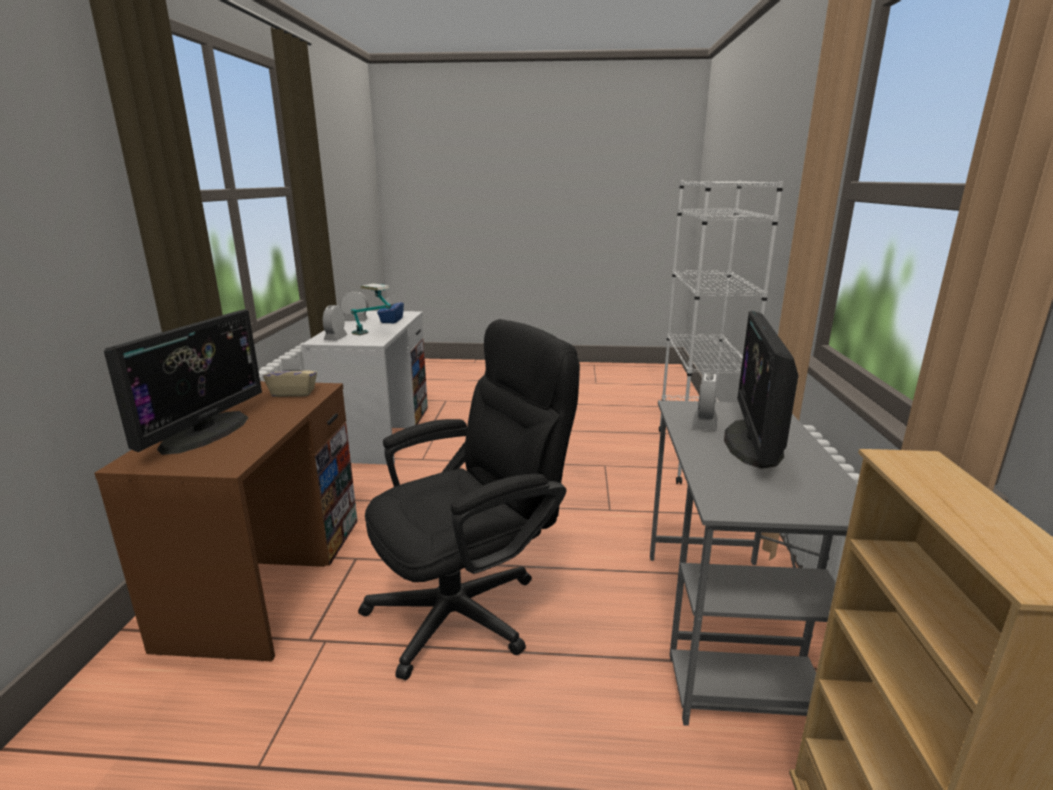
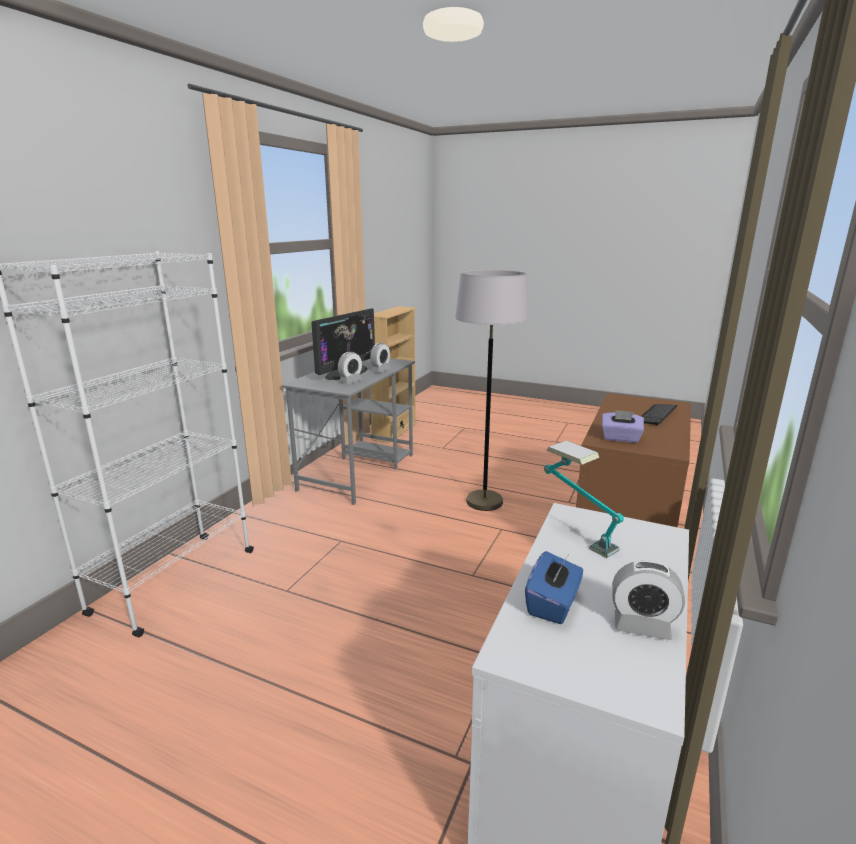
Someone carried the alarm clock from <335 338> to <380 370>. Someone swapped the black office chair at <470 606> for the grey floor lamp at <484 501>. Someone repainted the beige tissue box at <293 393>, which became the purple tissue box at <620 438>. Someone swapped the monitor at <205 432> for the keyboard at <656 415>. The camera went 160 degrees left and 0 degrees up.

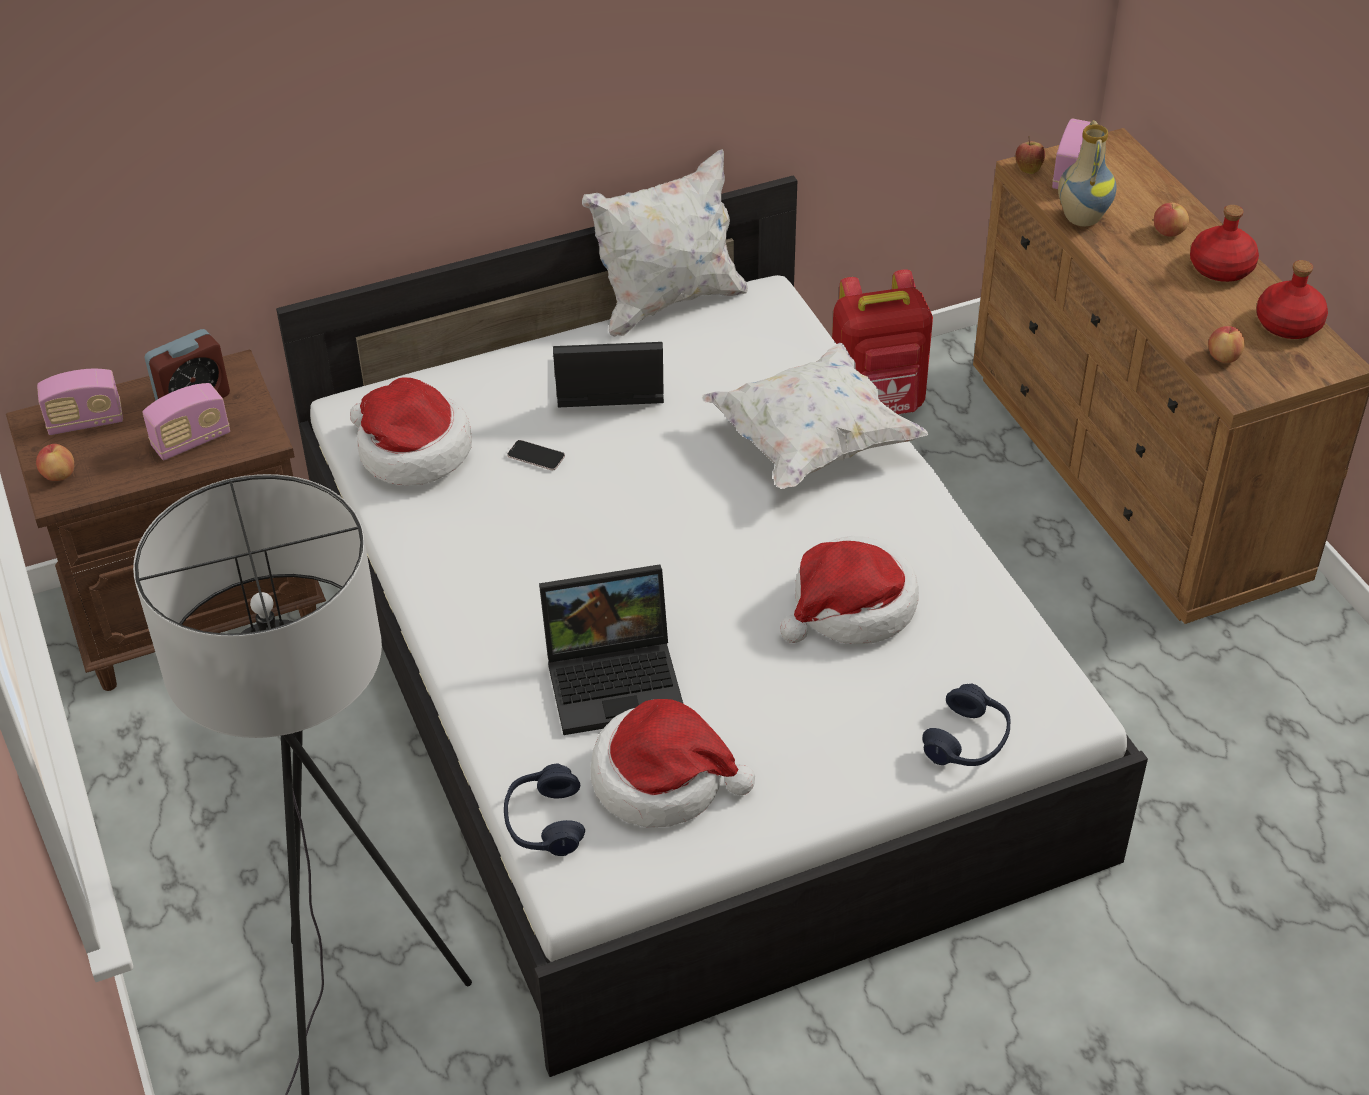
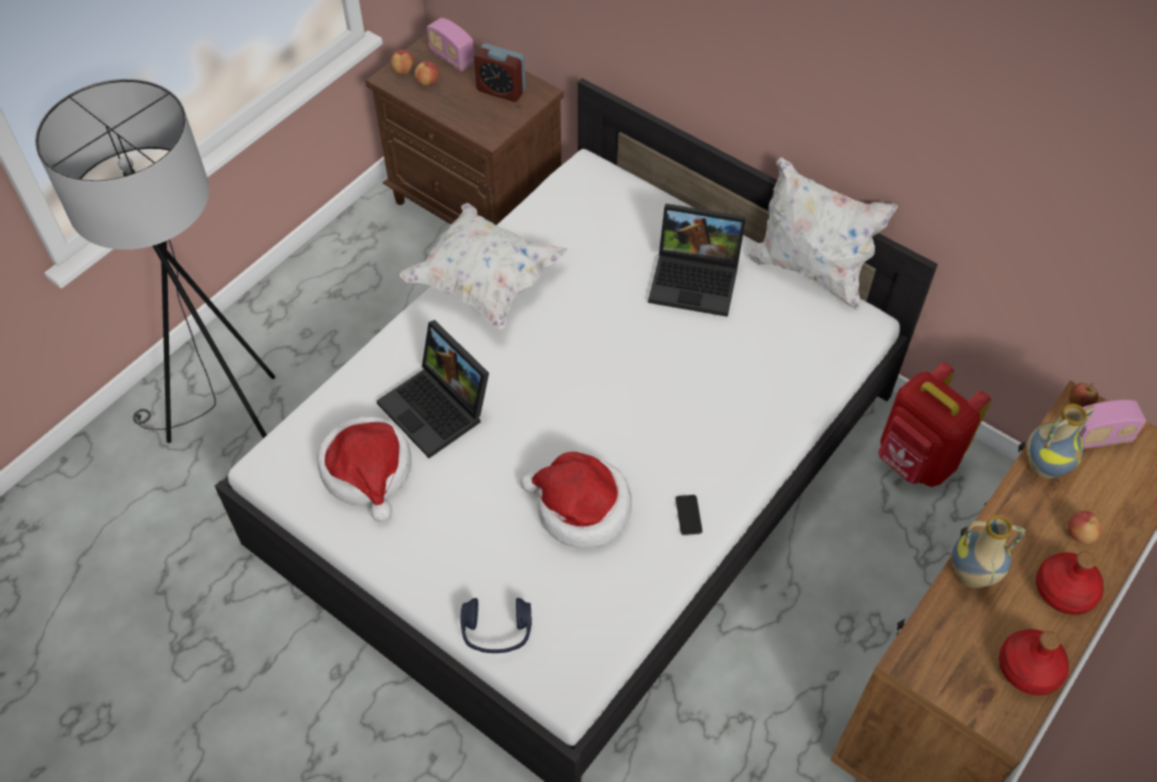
Someone carried the white pillow from <811 444> to <484 282>. Someone carried the apple from <1223 357> to <427 82>. Someone rotated the laptop at <606 388> by 135 degrees clockwise. Someone carried the phone from <536 456> to <688 515>. Someone put down the vase at <971 576>. Someone took away the radio at <191 441>. Someone took away the hat at <412 451>. Someone took away the blue headphones at <544 822>. The camera went 60 degrees right and 10 degrees up.

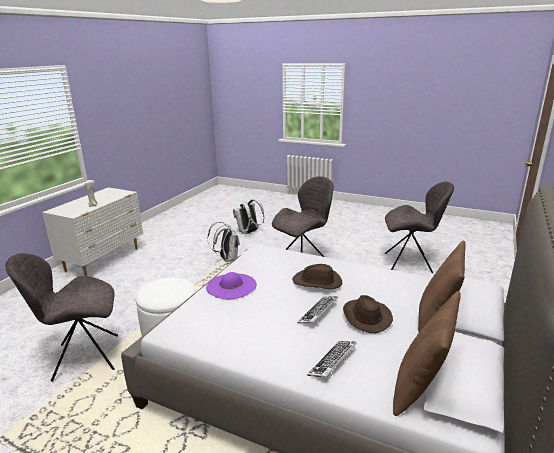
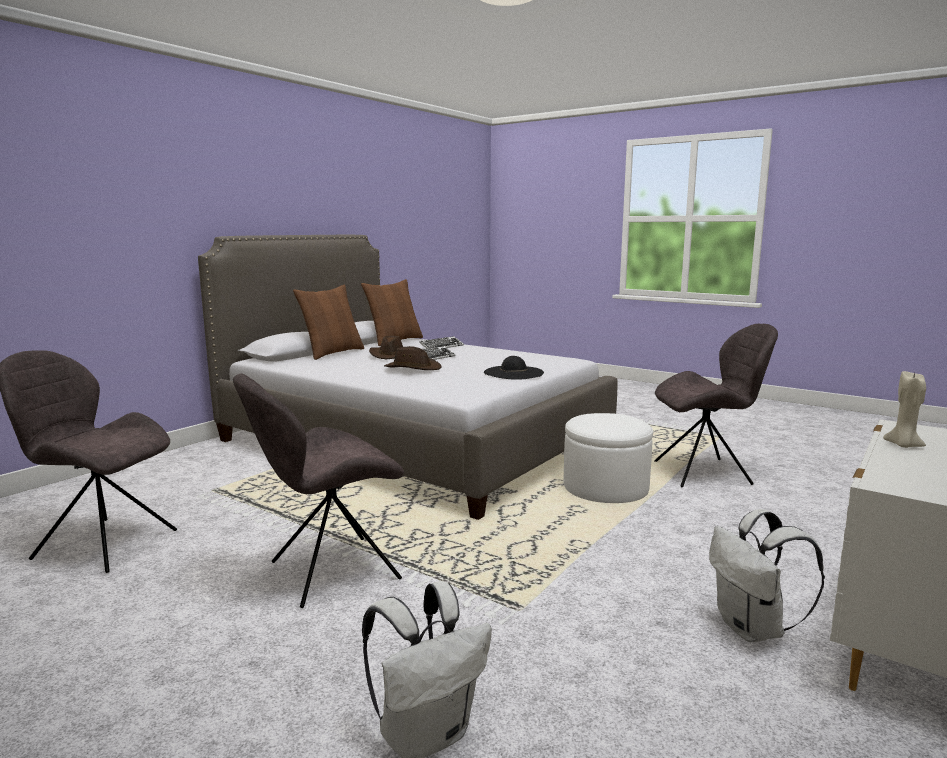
Someone repainted the purple hat at <231 286>, which became the black hat at <513 373>. Someone carried the white backpack from <227 259> to <753 629>. The camera went 170 degrees left and 10 degrees down.

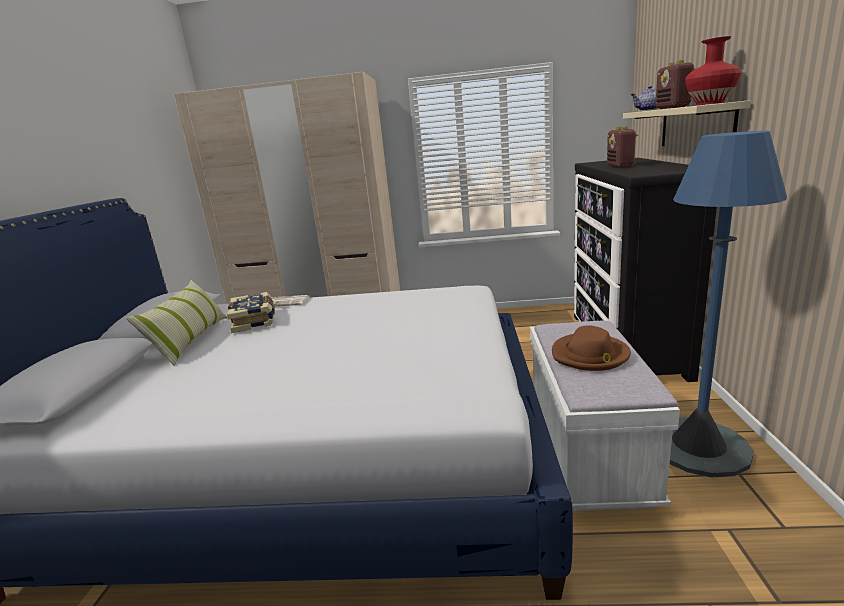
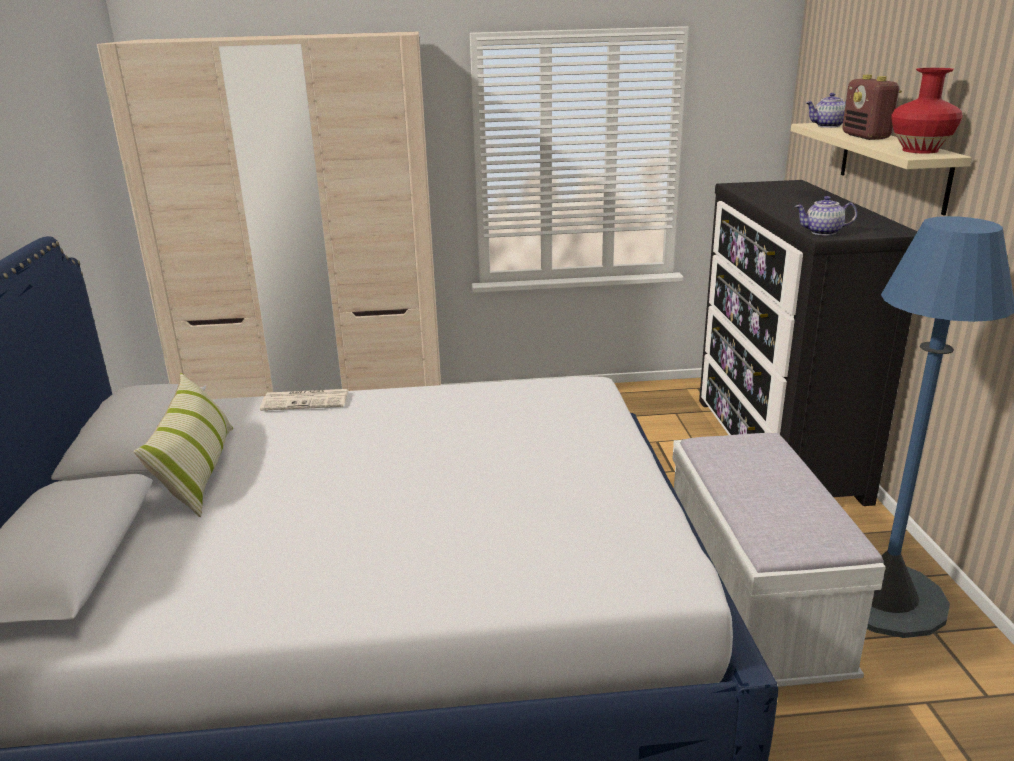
Someone put down the teapot at <822 232>. Someone took away the book at <255 321>. Someone took away the brown hat at <590 355>. Someone took away the radio at <620 166>. The camera went 10 degrees left and 5 degrees up.

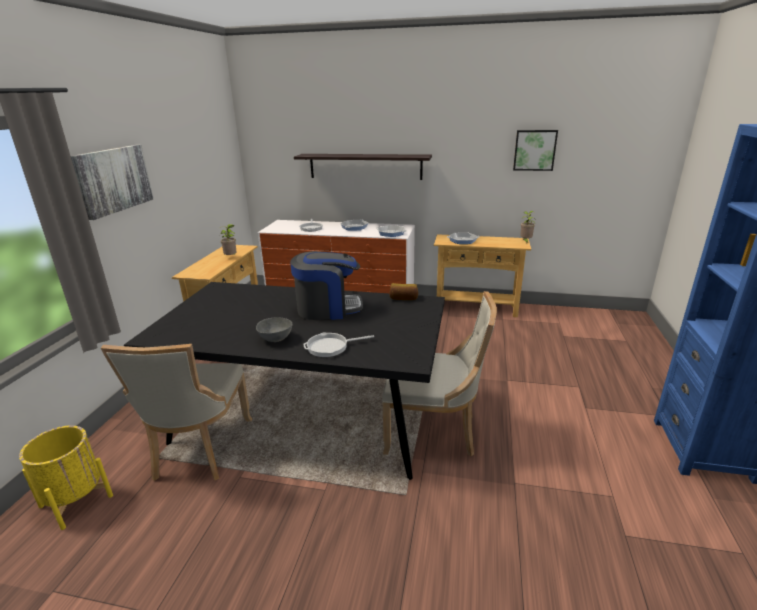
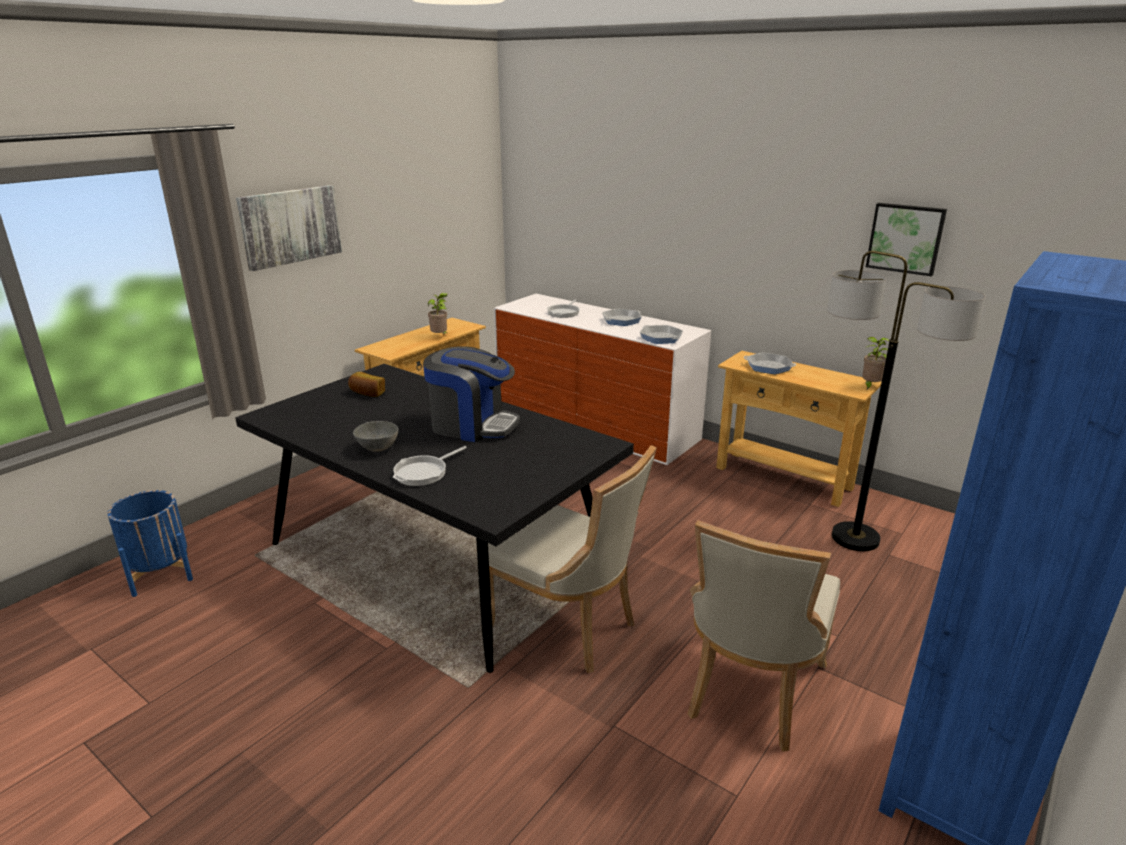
Someone repainted the yellow planter at <76 501>, which became the blue planter at <160 574>. Someone carried the bread from <403 298> to <367 393>. Someone rotated the frying pan at <330 347> by 60 degrees counterclockwise. Someone carried the beige chair from <200 450> to <751 692>. Someone put down the floor lamp at <855 538>. Someone took away the shelf at <365 166>. The camera went 25 degrees right and 0 degrees up.

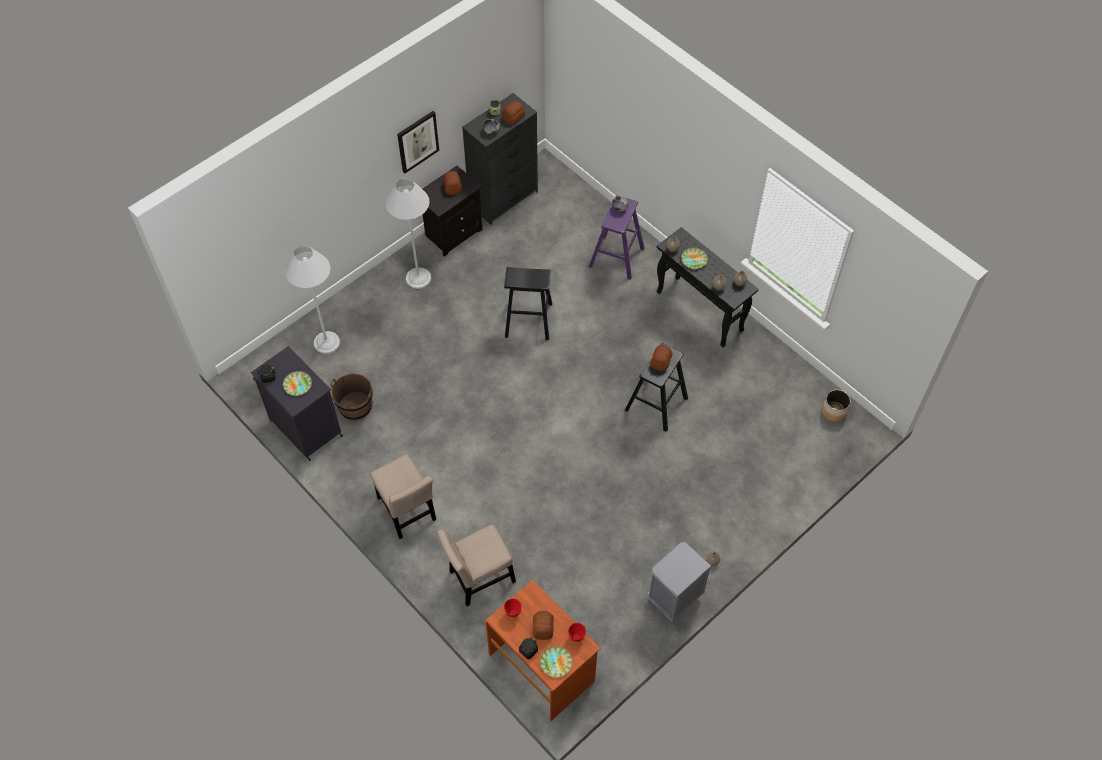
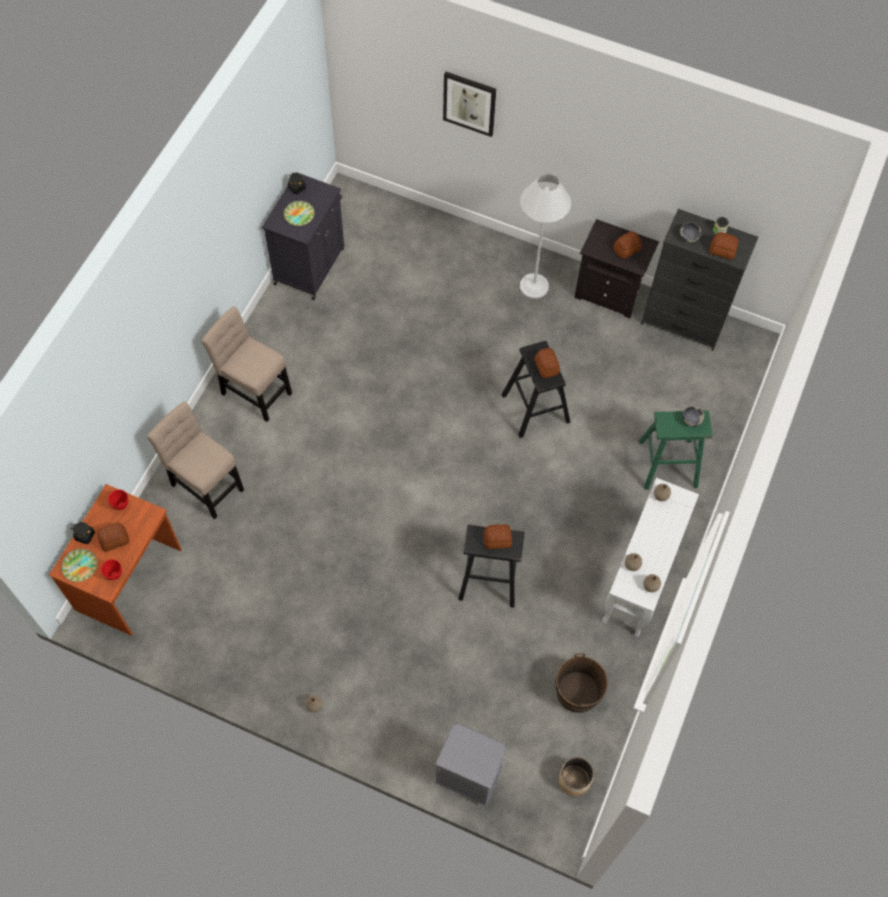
Someone rotated the beige chair at <407 512> by 90 degrees clockwise. Someone carried the grey nightstand from <673 598> to <468 776>. Someone carried the picture from <417 141> to <469 103>. Someone put down the bread at <546 367>. Someone carried the brown bucket from <355 406> to <577 692>. Someone repainted the black console table at <700 312>, which became the white console table at <640 580>. Someone repainted the purple stool at <616 257>, which became the green stool at <667 464>. Someone took away the white floor lamp at <327 342>. Someone took away the plate at <694 260>. The camera went 65 degrees right and 5 degrees up.

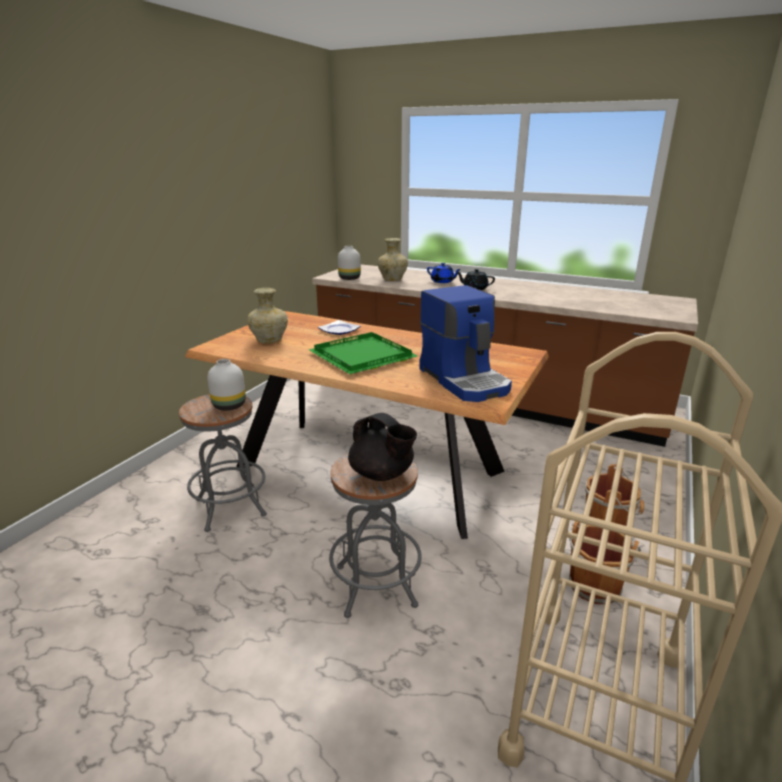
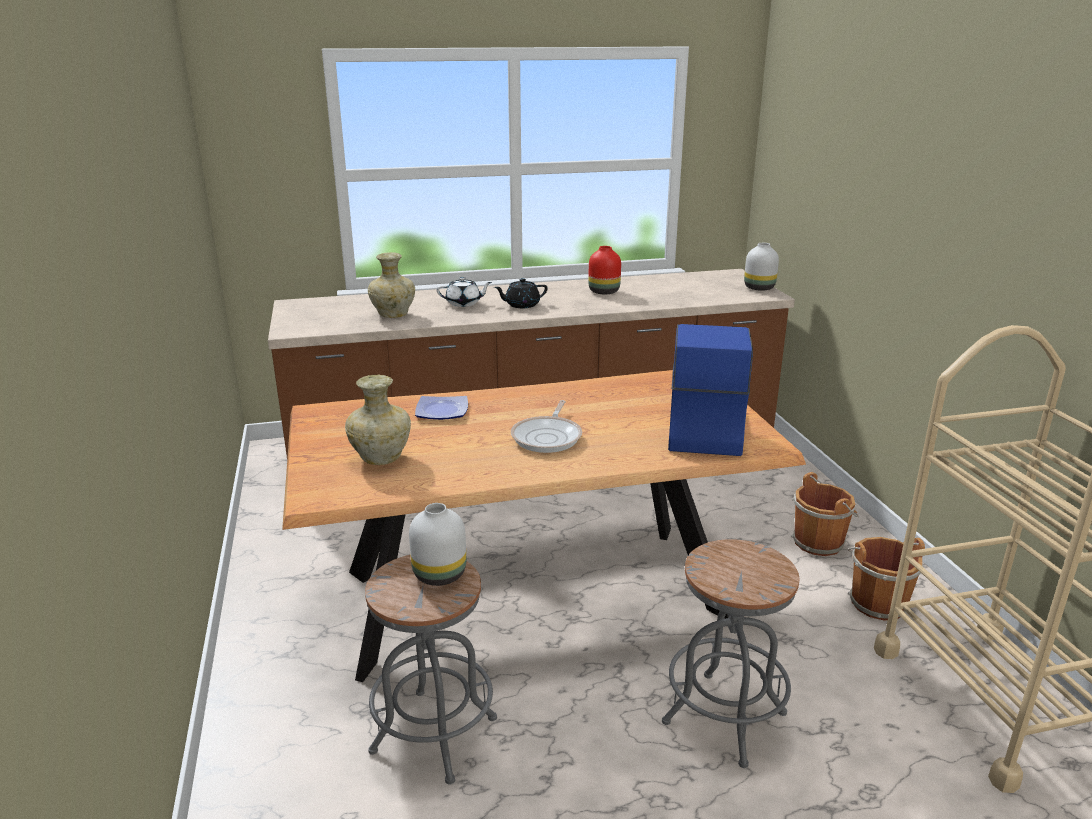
Someone repainted the blue teapot at <442 281>, which became the white teapot at <464 303>. Someone swapped the green tray at <364 356> for the frying pan at <548 437>. Someone put down the red vase at <604 292>. Someone rotated the coffee machine at <465 380> by 105 degrees counterclockwise. Someone carried the white vase from <349 278> to <758 288>. Someone took away the black teapot at <382 474>. The camera went 40 degrees left and 0 degrees up.

